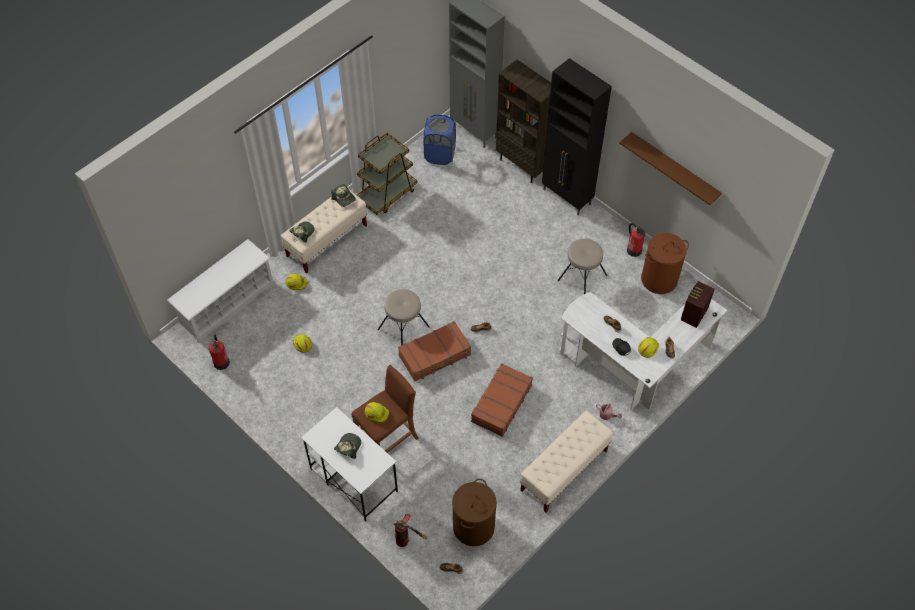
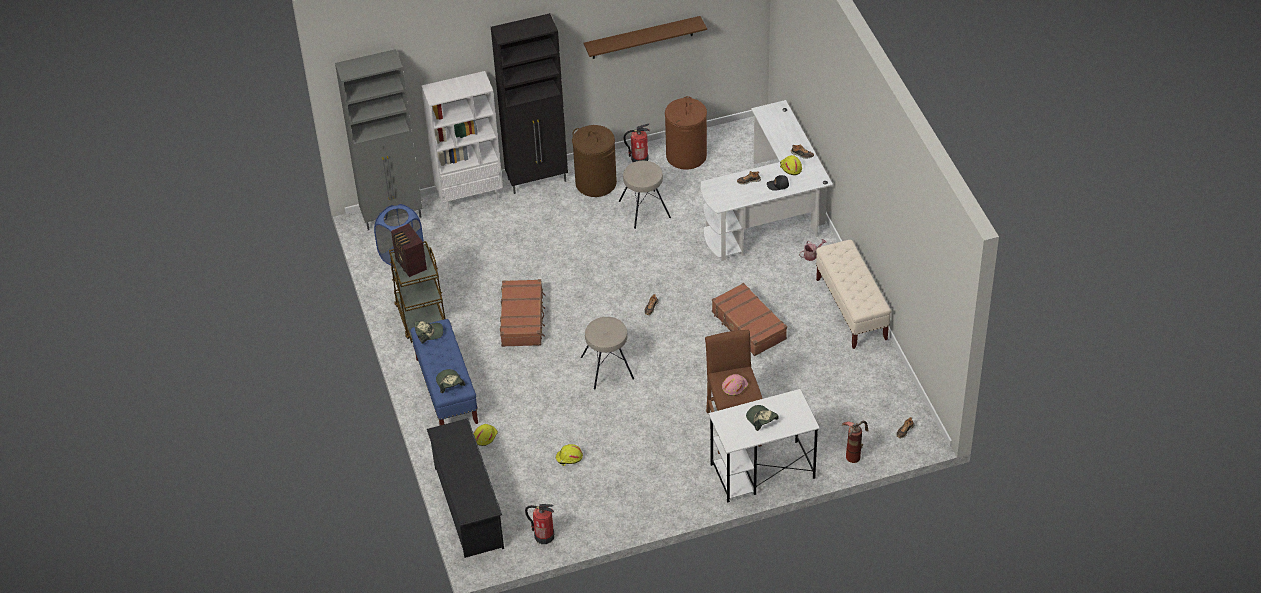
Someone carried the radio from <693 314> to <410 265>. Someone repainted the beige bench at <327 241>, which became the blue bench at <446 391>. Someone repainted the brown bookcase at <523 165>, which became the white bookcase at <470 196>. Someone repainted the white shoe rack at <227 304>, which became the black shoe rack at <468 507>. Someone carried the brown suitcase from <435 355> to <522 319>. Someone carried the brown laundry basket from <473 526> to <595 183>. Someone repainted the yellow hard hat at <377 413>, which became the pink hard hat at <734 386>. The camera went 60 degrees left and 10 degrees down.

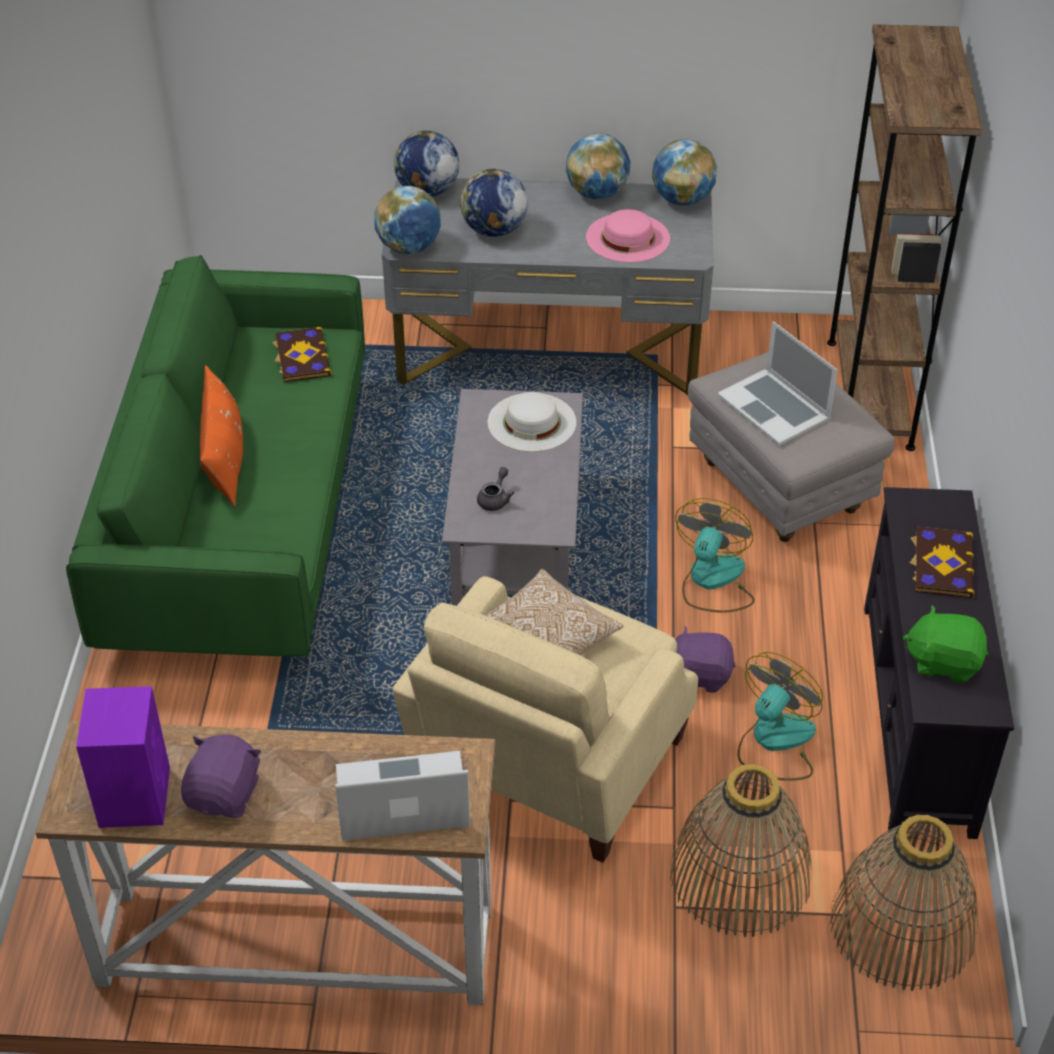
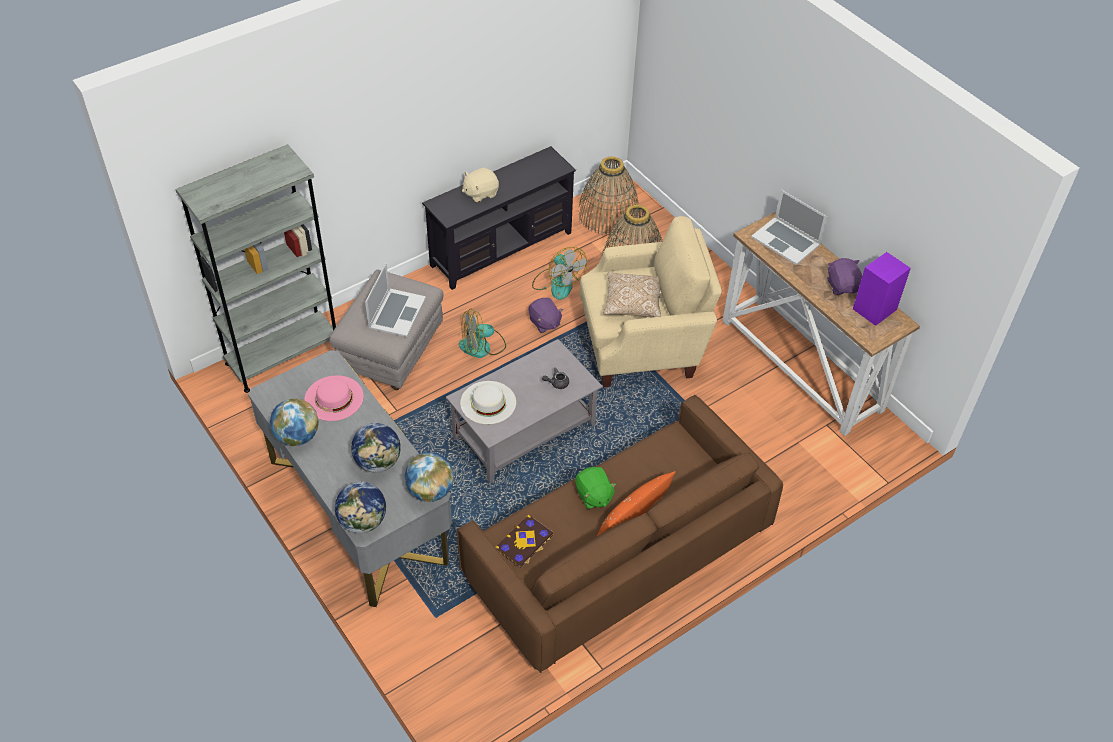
Someone repainted the brown bookcase at <869 393>, which became the grey bookcase at <283 355>. Someone repainted the green sofa at <242 515>, which became the brown sofa at <617 558>. Someone swapped the book at <941 564> for the beige plush toy at <480 193>. Someone rotated the fan at <775 742> by 120 degrees counterclockwise. Someone carried the green plush toy from <943 662> to <593 496>. Someone rotated the purple plush toy at <225 794> by 105 degrees clockwise. Someone took away the globe at <682 199>. The camera went 130 degrees left and 5 degrees up.

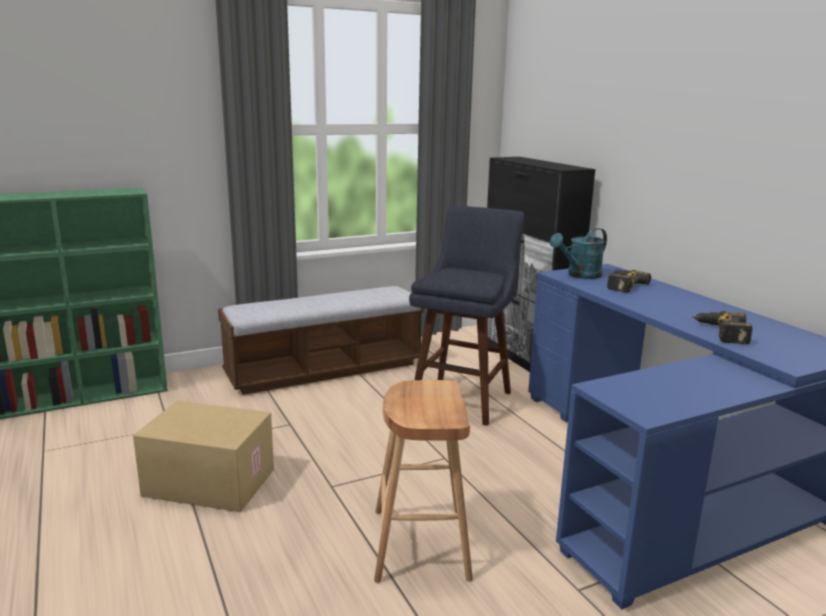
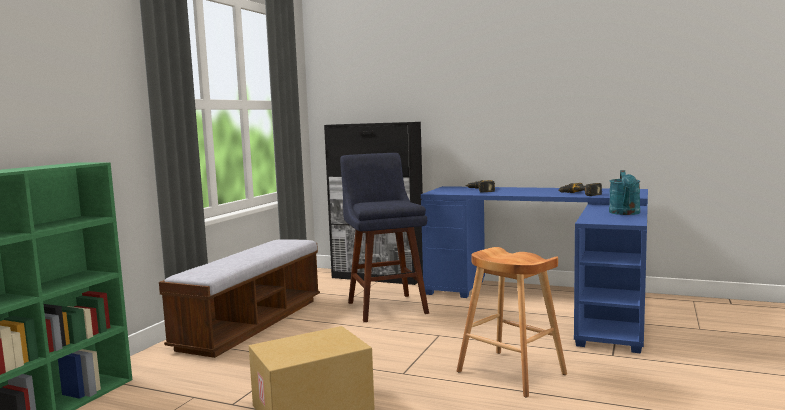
Someone carried the turquoise watering can from <579 275> to <625 213>. The camera went 40 degrees left and 10 degrees down.

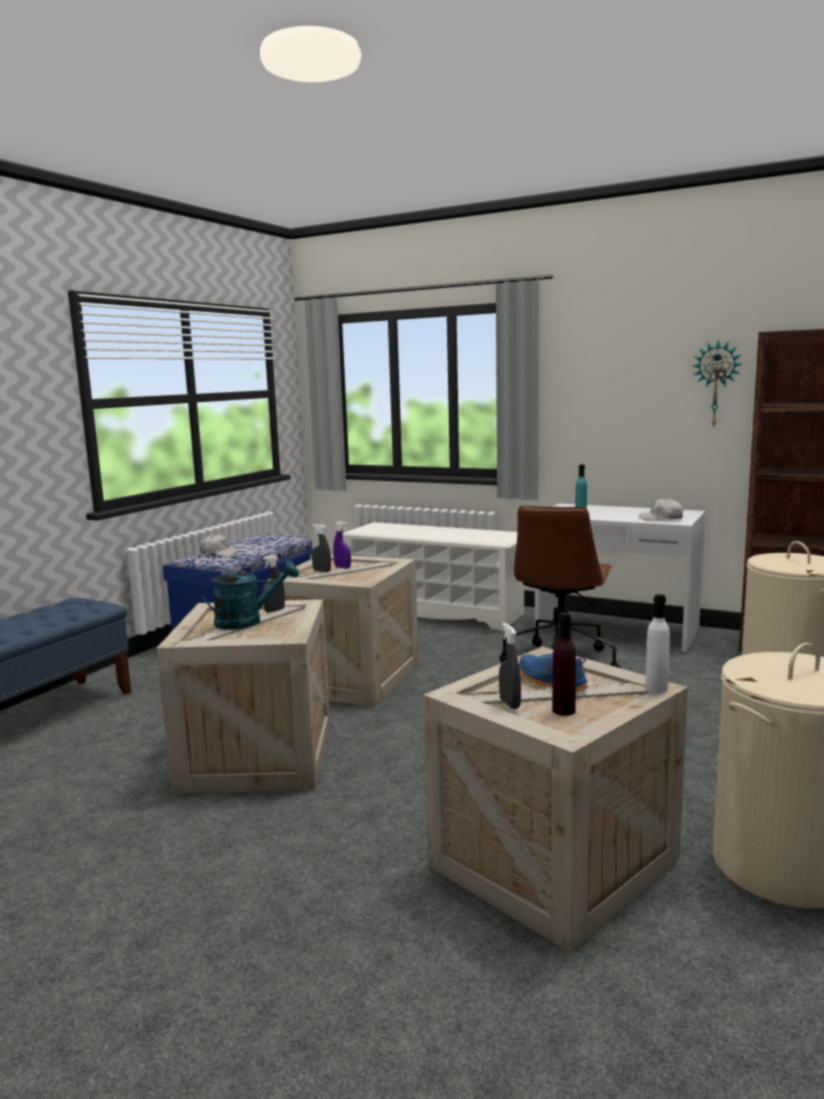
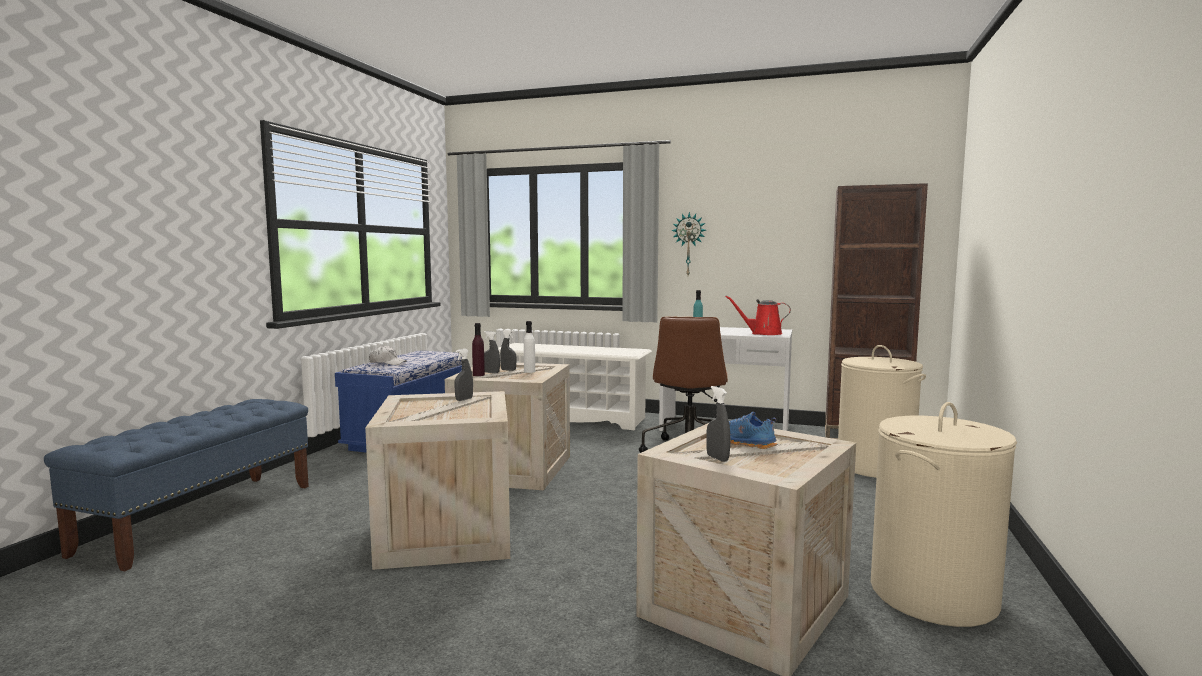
Someone carried the purple bottle from <563 710> to <478 375>. Someone repainted the purple spray bottle at <342 567>, which became the grey spray bottle at <508 370>. Someone carried the white bottle from <656 689> to <529 371>. Someone carried the wall clock from <716 384> to <689 244>. Someone swapped the white cap at <661 518> for the red watering can at <763 333>. Someone took away the turquoise watering can at <247 622>. The camera went 10 degrees left and 5 degrees down.

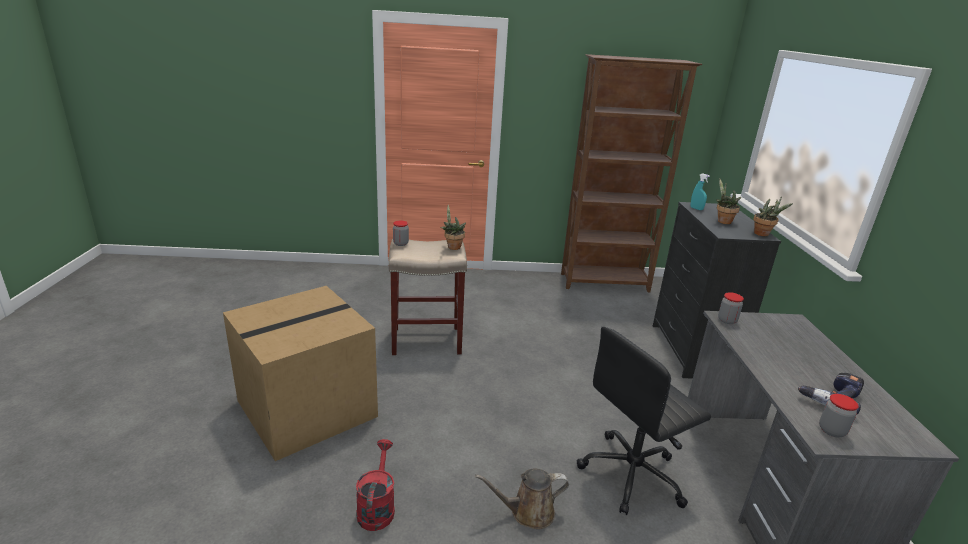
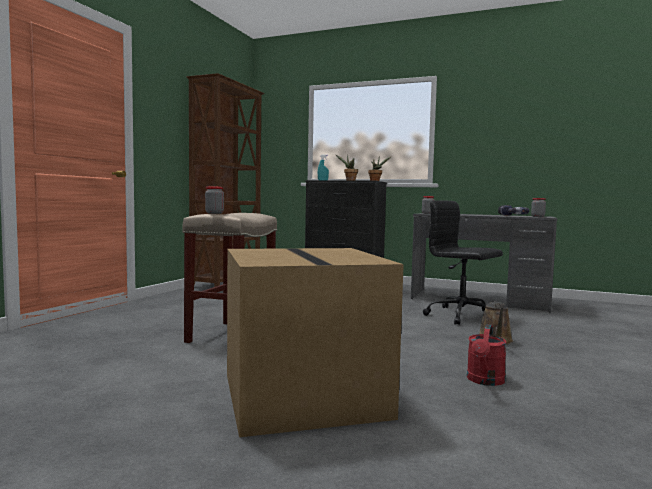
Someone rotated the black office chair at <633 474> by 135 degrees clockwise. Someone rotated the red watering can at <377 507> by 90 degrees counterclockwise. Someone took away the potted plant at <452 246>. The camera went 65 degrees left and 20 degrees down.

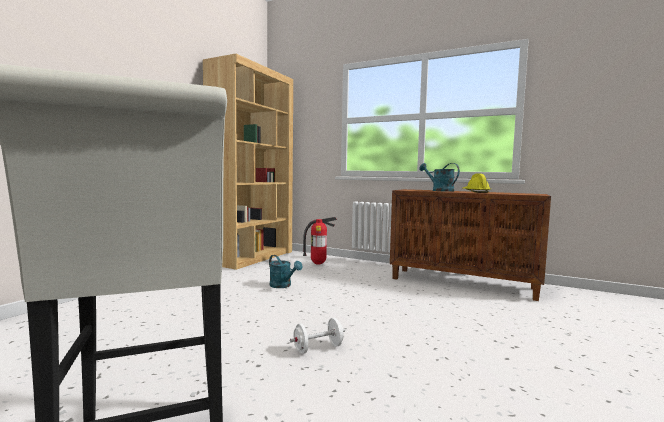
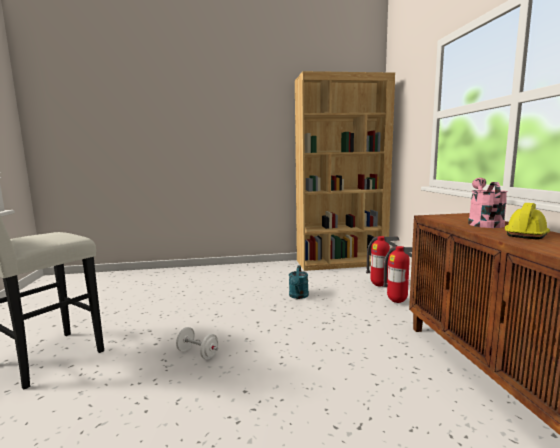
Someone put down the fire extinguisher at <397 302>. Someone repainted the turquoise watering can at <439 190>, which became the pink watering can at <483 223>. The camera went 55 degrees right and 5 degrees up.

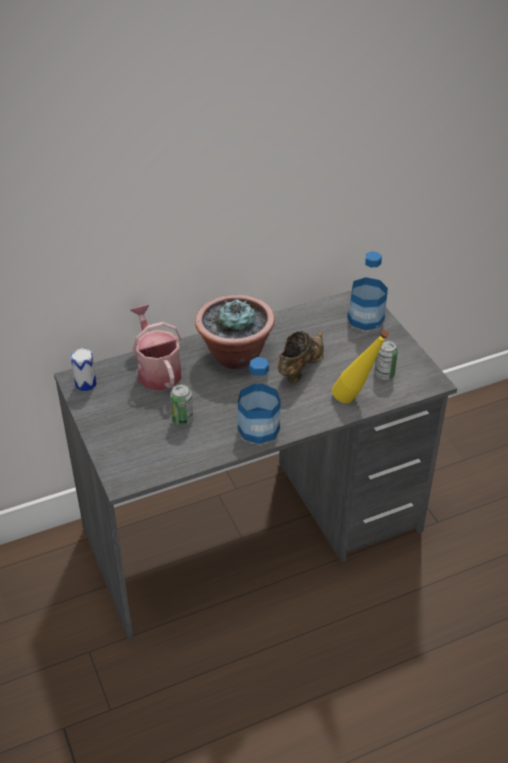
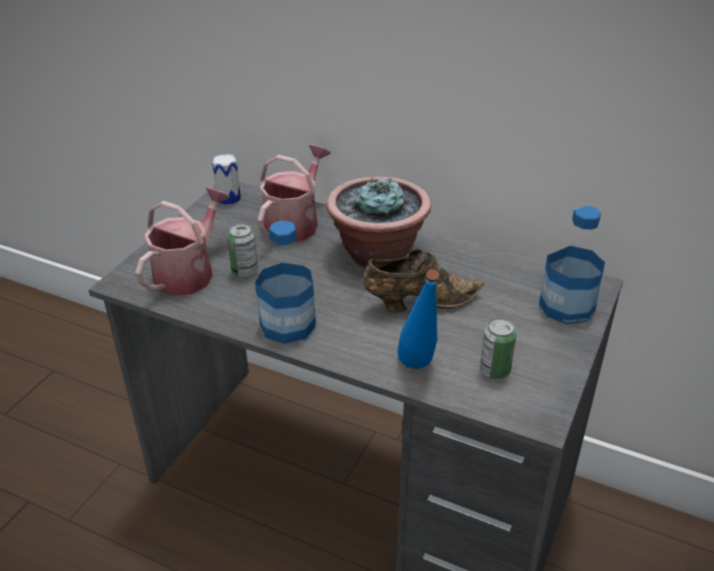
Someone put down the watering can at <189 272>. Someone repainted the yellow bottle at <356 401>, which became the blue bottle at <418 372>. The camera went 50 degrees right and 5 degrees down.

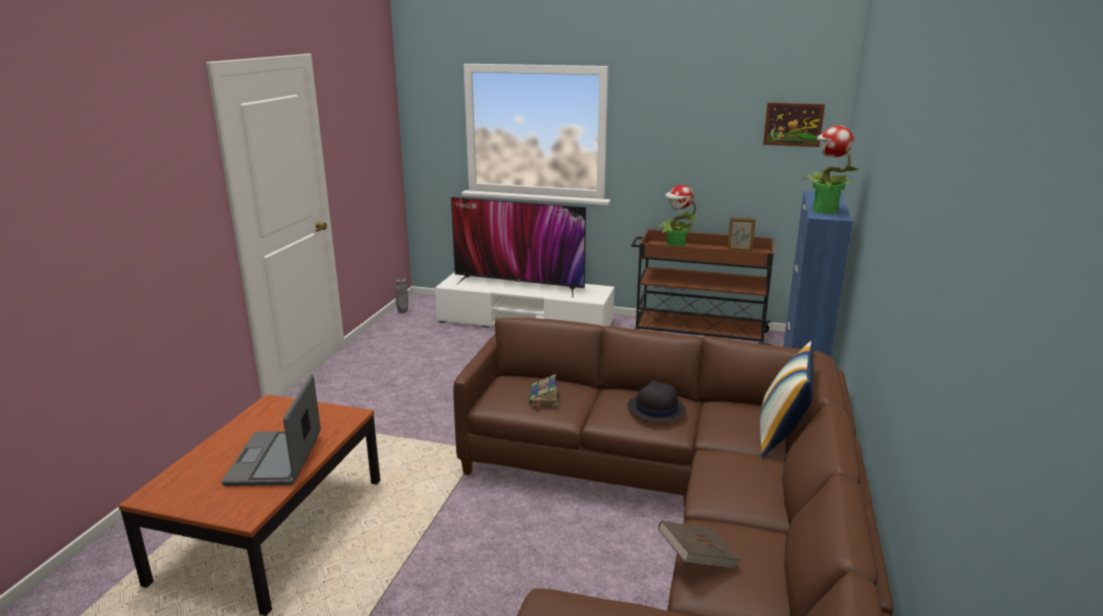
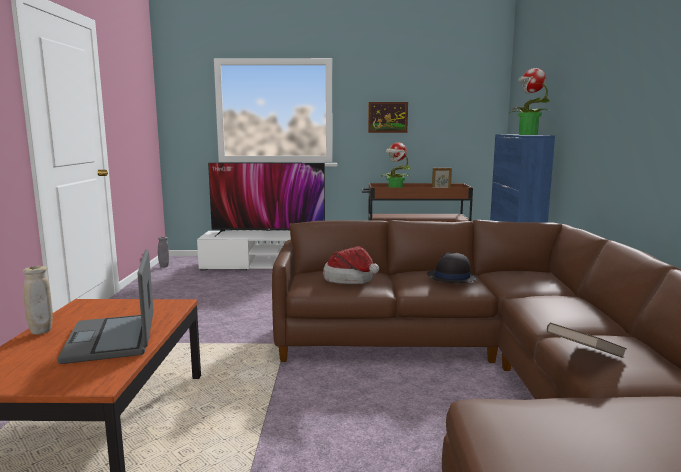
Someone put down the beige vase at <41 332>. Someone swapped the book at <544 398> for the hat at <351 279>. Someone carried the picture from <793 124> to <387 117>. Someone took away the pillow at <781 436>. The camera went 15 degrees left and 10 degrees down.

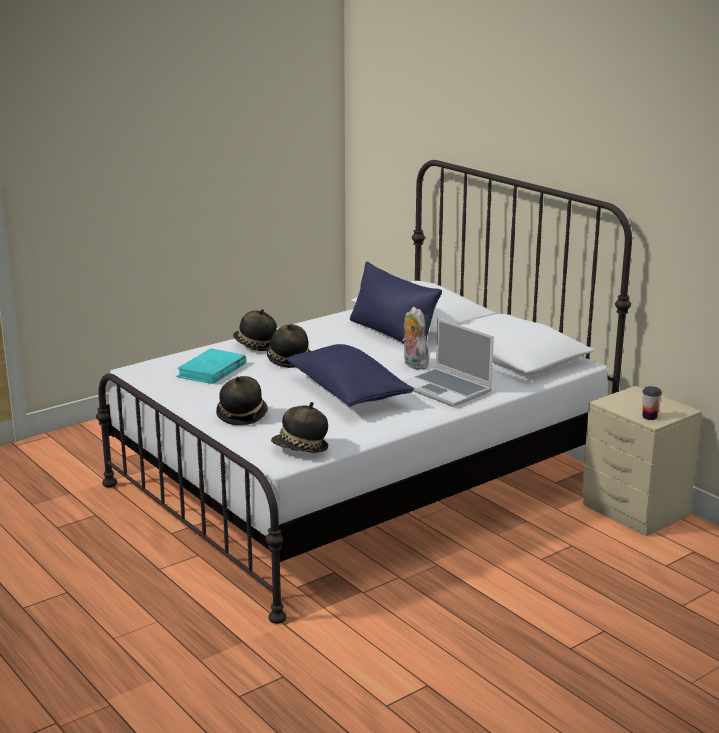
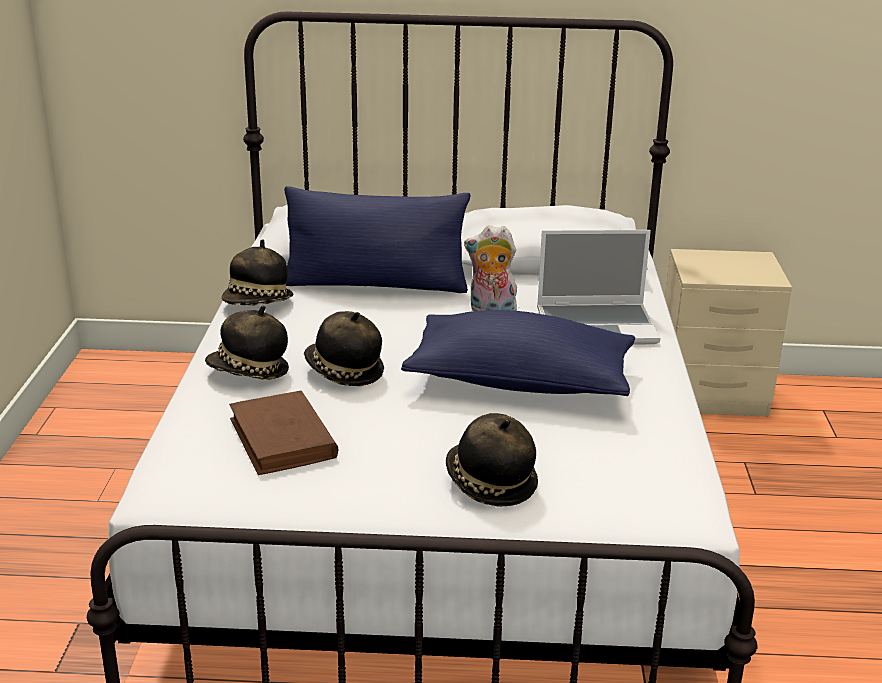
Someone carried the hat from <300 449> to <258 304>. Someone repainted the turquoise book at <212 370>, which became the brown book at <282 438>. Someone took away the cup at <649 417>. The camera went 50 degrees left and 5 degrees up.

